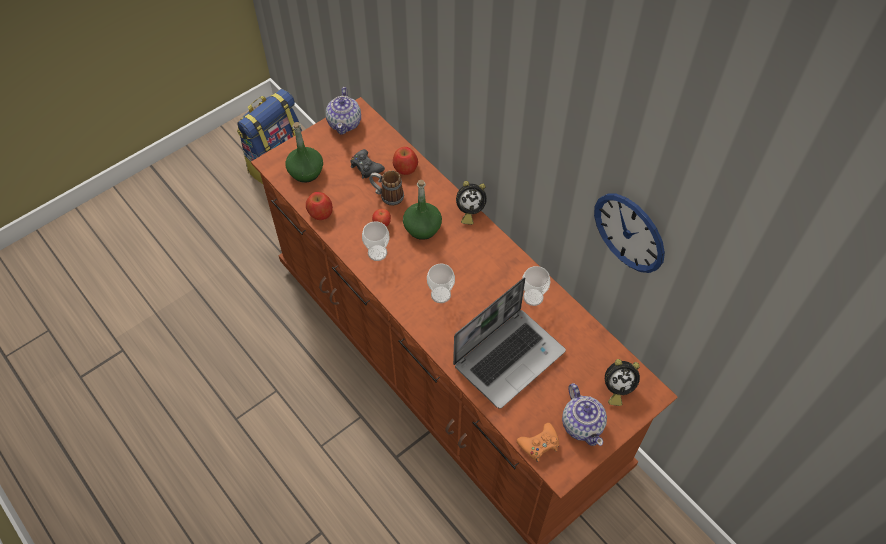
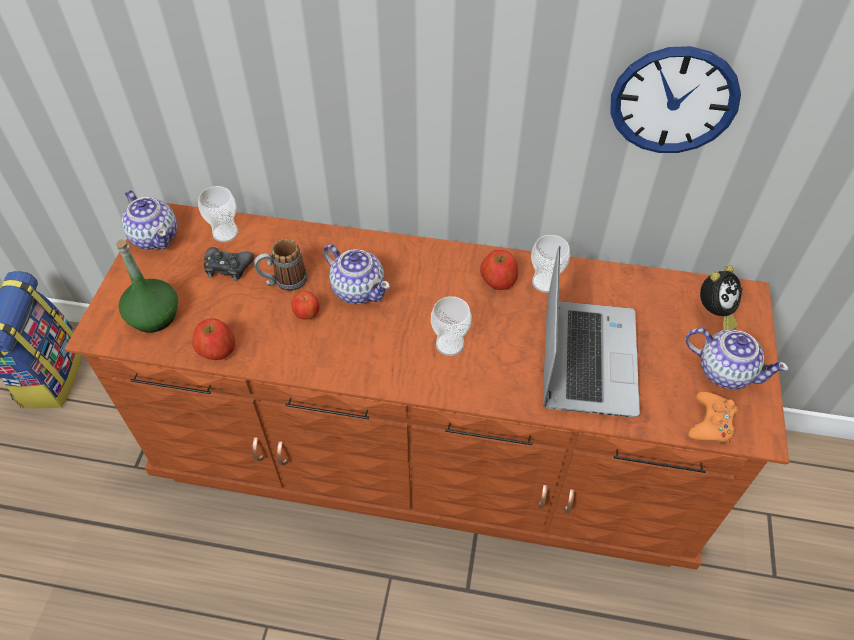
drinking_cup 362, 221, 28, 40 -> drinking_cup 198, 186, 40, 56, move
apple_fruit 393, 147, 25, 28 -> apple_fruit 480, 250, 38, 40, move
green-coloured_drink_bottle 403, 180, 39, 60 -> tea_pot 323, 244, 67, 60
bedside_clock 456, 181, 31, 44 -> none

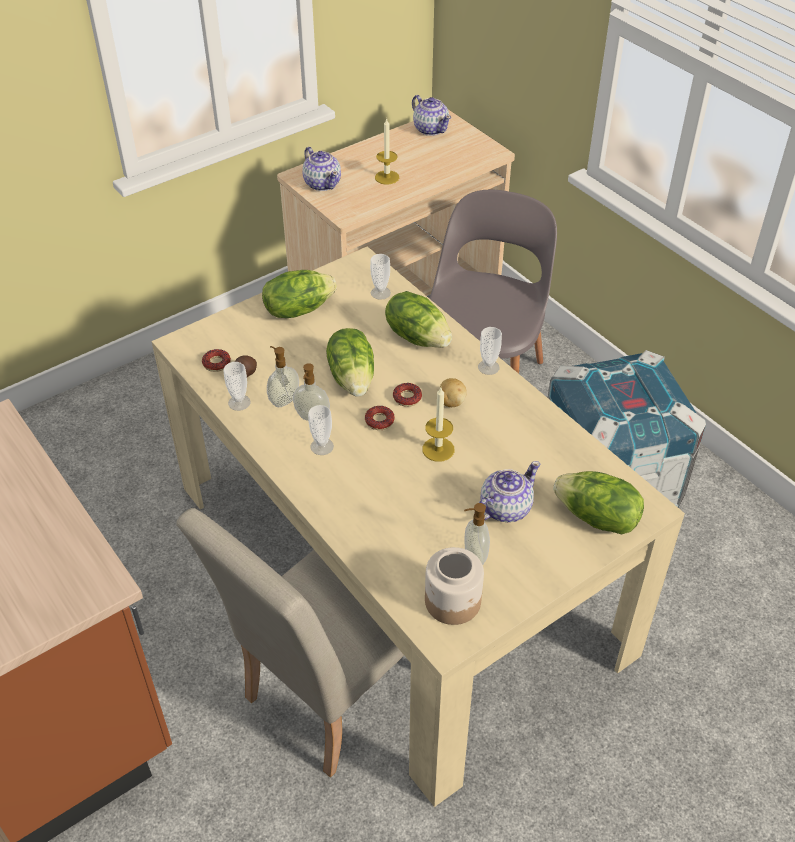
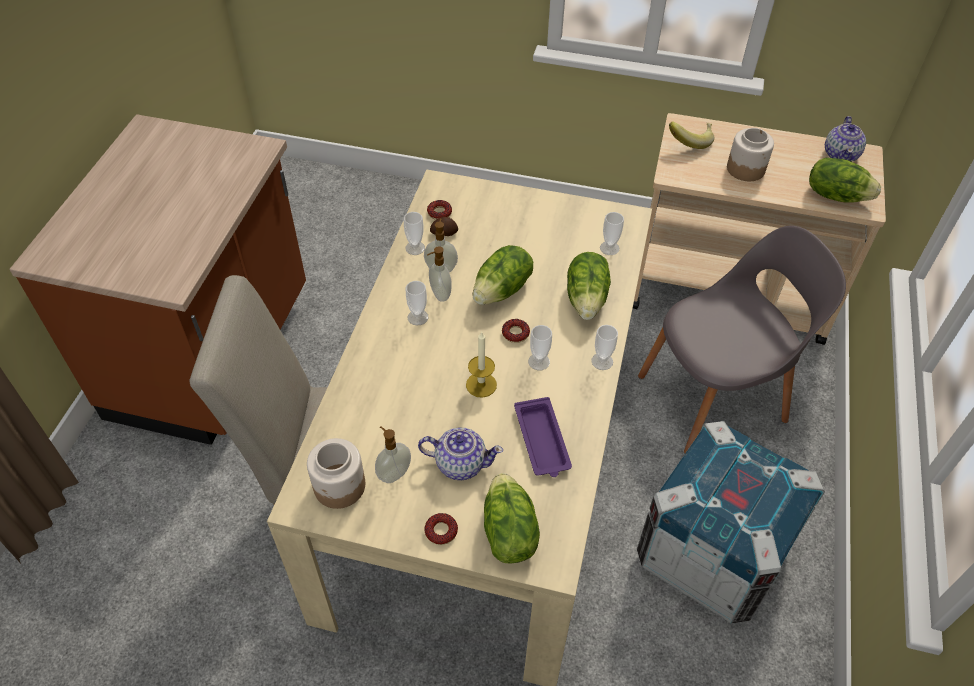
head_of_lettuce 262, 270, 75, 48 -> head_of_lettuce 809, 158, 72, 45, move
tea_pot 302, 147, 39, 44 -> banana 669, 121, 45, 28
donut 365, 406, 30, 24 -> donut 424, 513, 34, 32, move
candle 375, 118, 24, 67 -> jar 727, 128, 47, 53
whole_potato 440, 378, 27, 29 -> drinking_cup 528, 325, 24, 45
none -> purple_serving_tray 514, 397, 58, 80

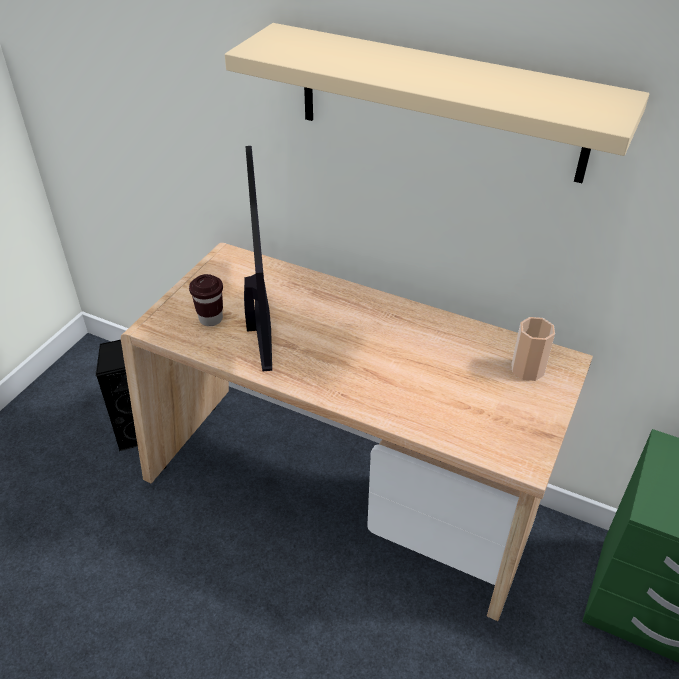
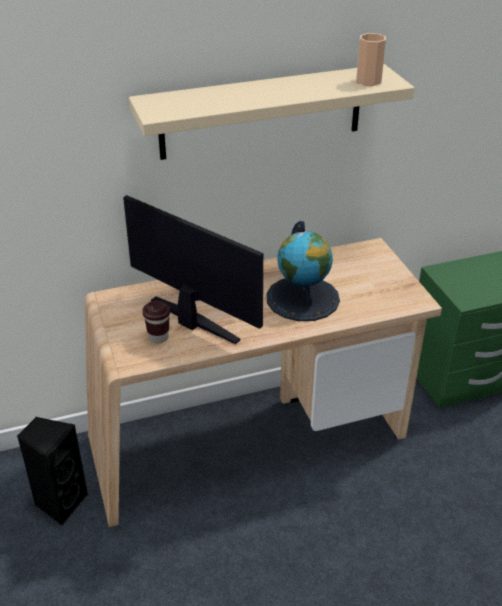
drinking_cup 512, 317, 43, 64 -> drinking_cup 356, 33, 30, 53, move
none -> desk_globe 266, 221, 74, 100

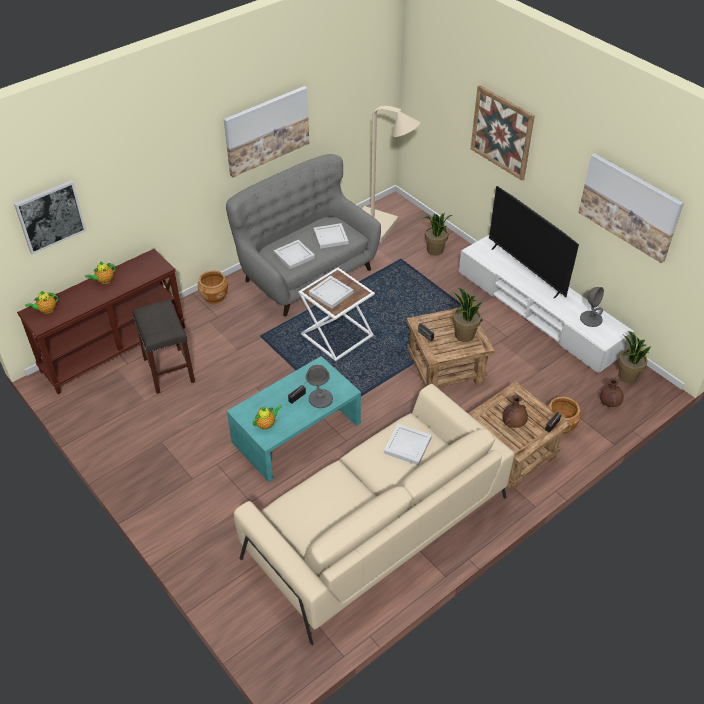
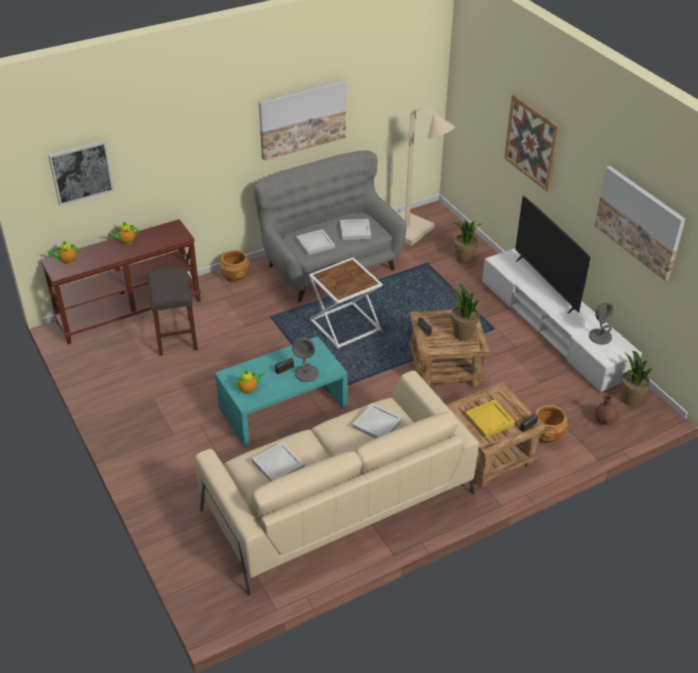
whitish_serving_tray 309, 276, 45, 33 -> whitish_serving_tray 252, 442, 53, 39, move
brown-coloured_vase 503, 395, 25, 33 -> yellow_serving_tray 465, 400, 50, 38

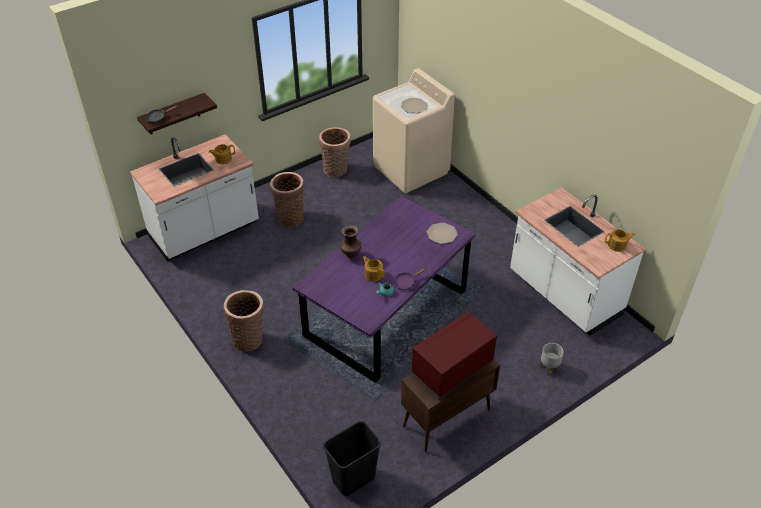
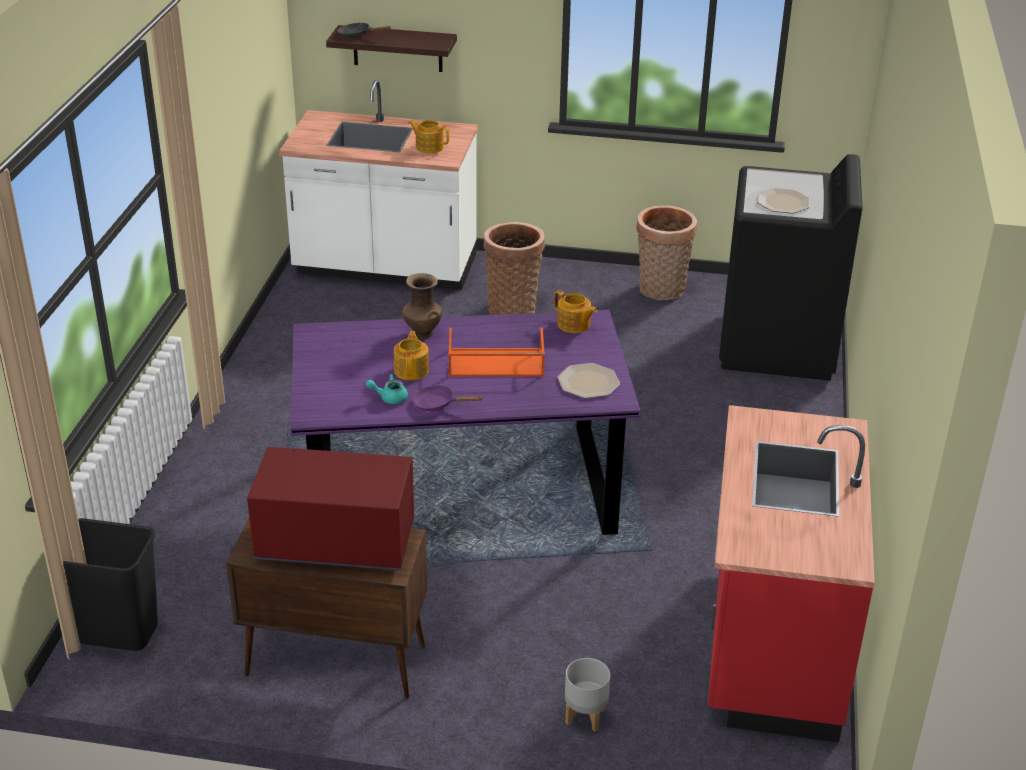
household_basket 223, 290, 41, 62 -> none
beige-coloured_washing_machine 373, 68, 82, 125 -> black-coloured_washing_machine 719, 154, 144, 227
whitish_counter 510, 187, 136, 149 -> red-coloured_counter 708, 405, 167, 337
tea_pot 605, 229, 30, 23 -> tea_pot 554, 290, 43, 43, move
none -> orangey_serving_tray 448, 328, 97, 49

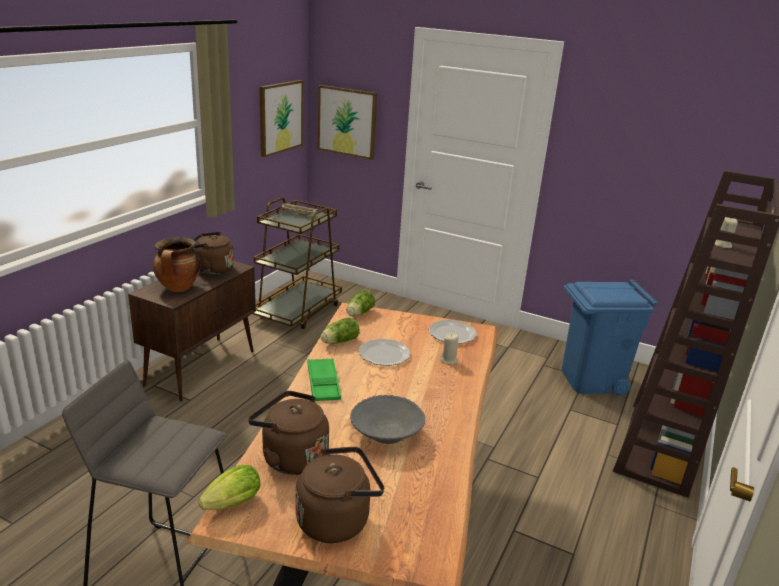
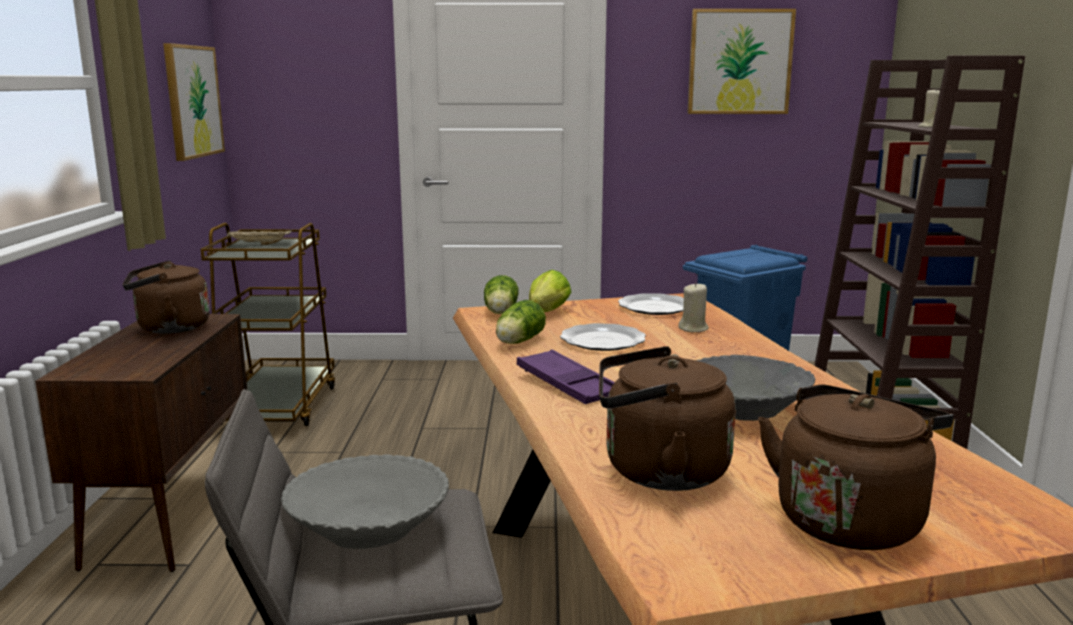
cooking_pot 153, 237, 48, 55 -> none
head_of_lettuce 198, 465, 62, 45 -> head_of_lettuce 529, 270, 42, 42, move
green-coloured_serving_tray 307, 358, 34, 43 -> purple_serving_tray 516, 349, 99, 55
picture 318, 85, 59, 75 -> picture 687, 9, 109, 105, move
none -> greyish_deep_dish 281, 454, 168, 95

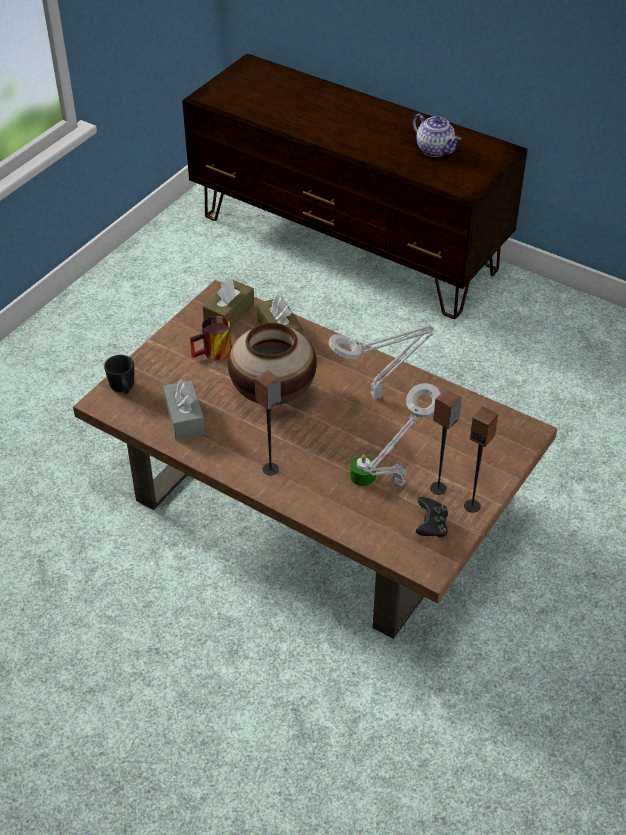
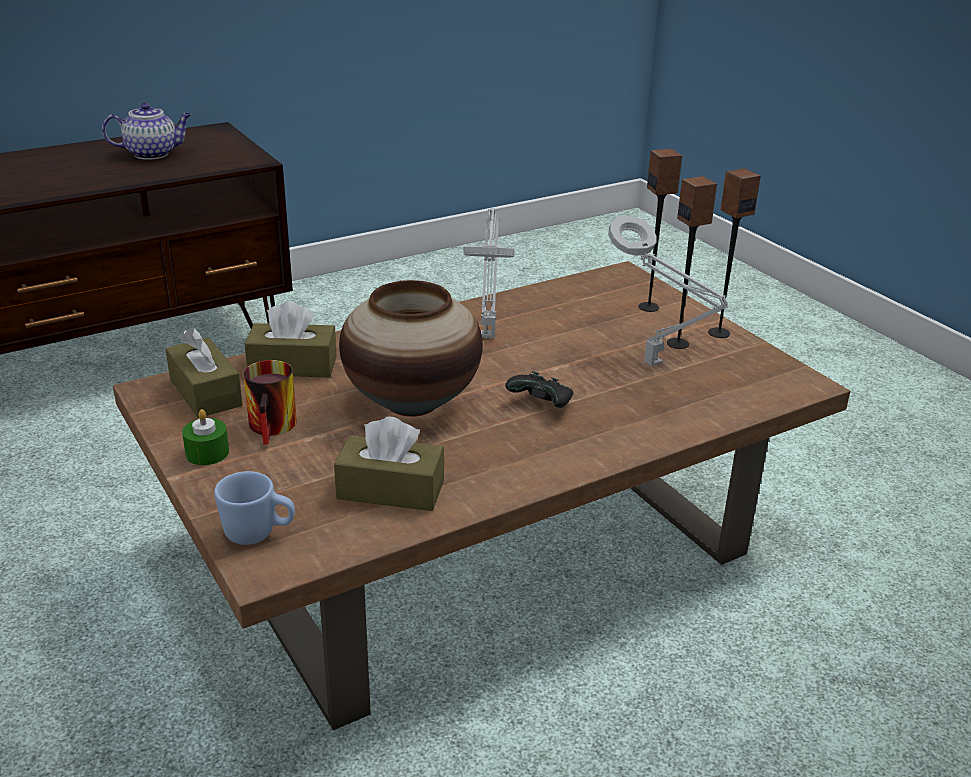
black-coloured_tea_mug 104, 355, 30, 39 -> bluish_tea_mug 214, 471, 81, 74
greyish_box_of_tissues 163, 379, 42, 61 -> brown-coloured_box_of_tissues 334, 417, 110, 94
audio_speaker 255, 370, 26, 105 -> audio_speaker 639, 149, 44, 163, move
green-coloured_candle 350, 455, 27, 31 -> green-coloured_candle 182, 409, 47, 56, move
black-coloured_joypad 416, 497, 32, 41 -> black-coloured_joypad 505, 371, 68, 37, move

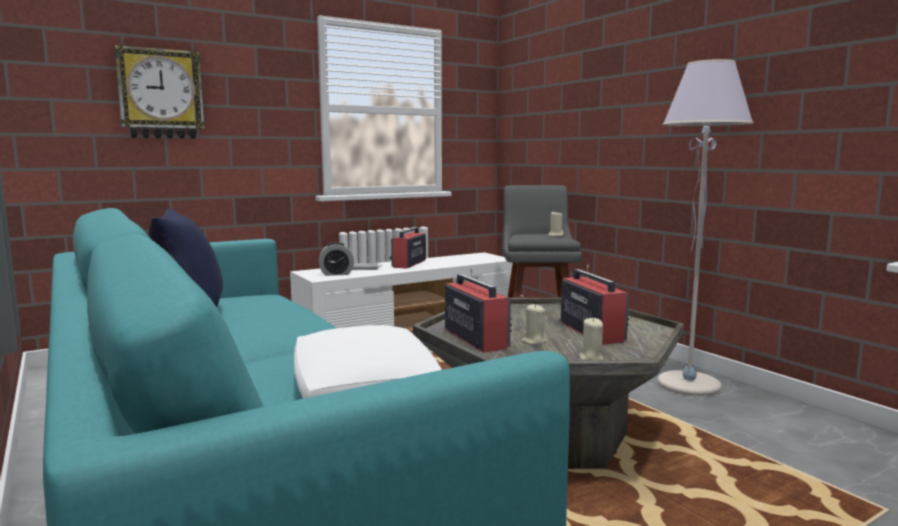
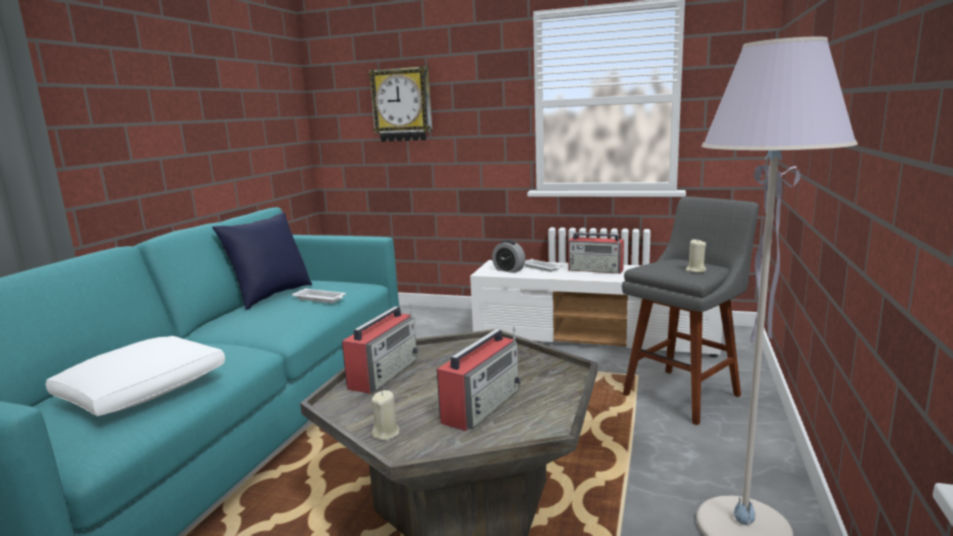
radio_set 389, 227, 37, 42 -> radio_set 568, 233, 56, 41, 135 degrees counterclockwise
beige-coloured_candle 521, 304, 26, 41 -> none
none -> whitish_serving_tray 292, 288, 54, 15

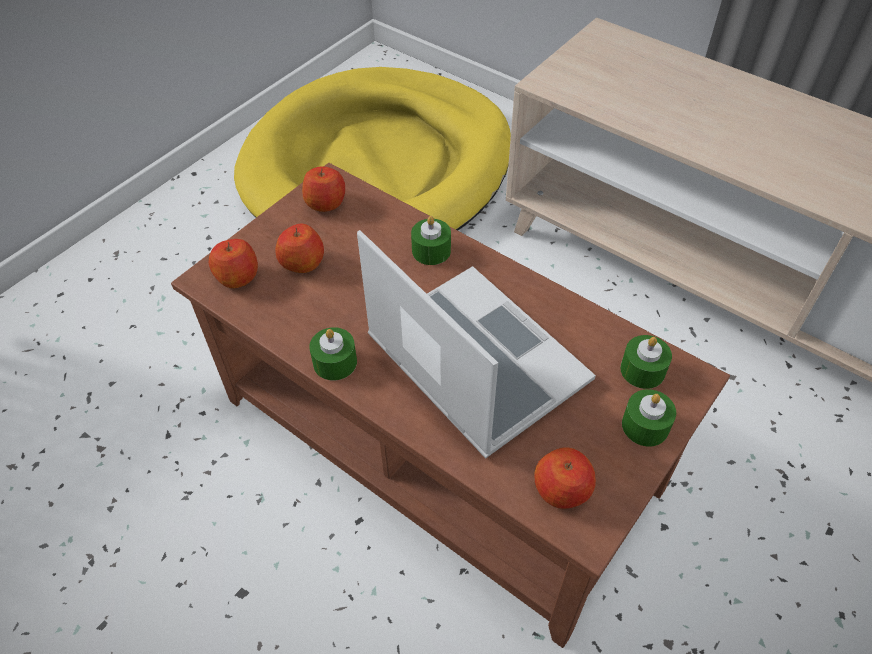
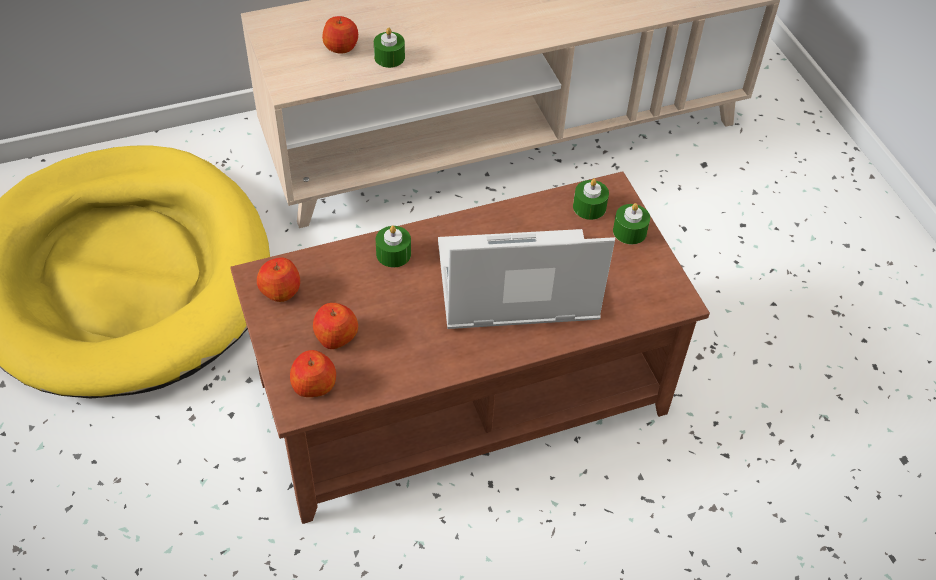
green-coloured_candle 309, 327, 48, 53 -> green-coloured_candle 374, 28, 31, 40, move
apple_fruit 534, 447, 62, 62 -> apple_fruit 322, 16, 36, 38, move

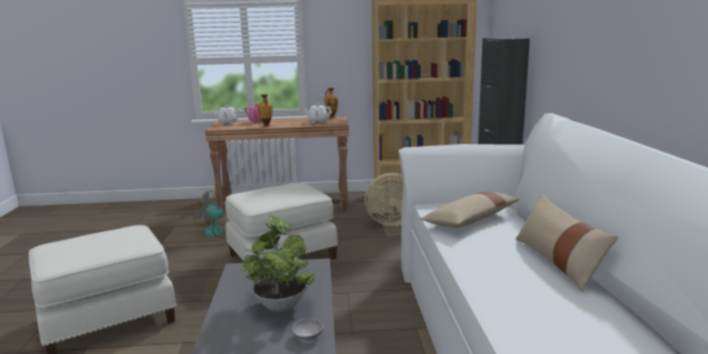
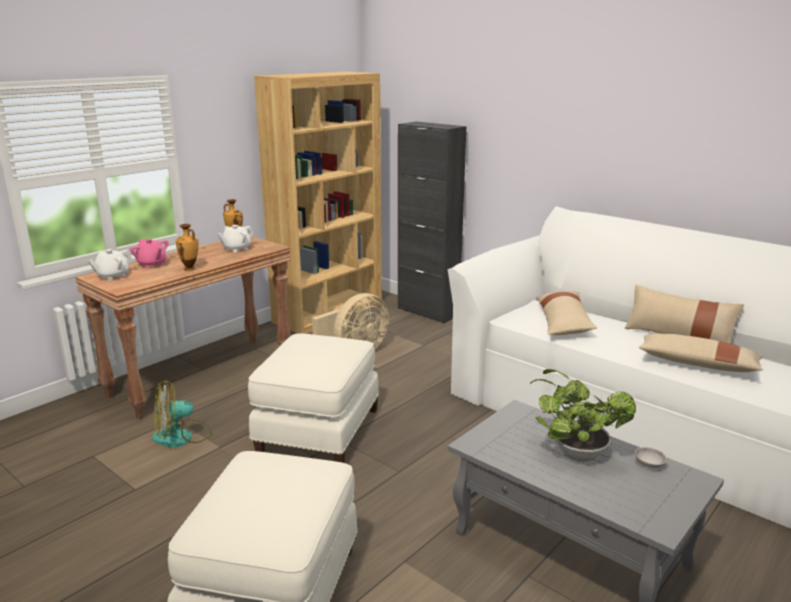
none -> beige-coloured_cushion 639, 333, 124, 39

